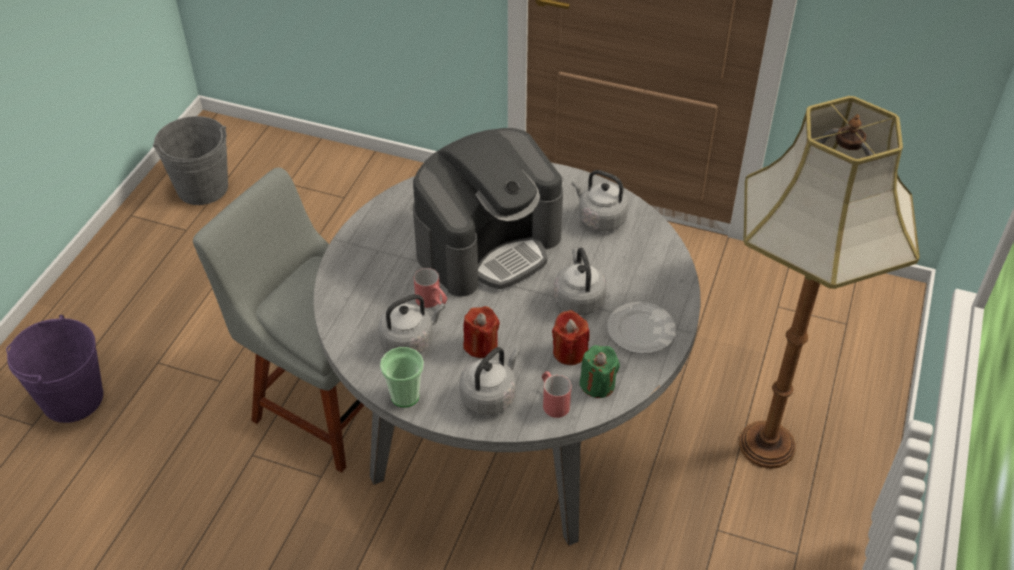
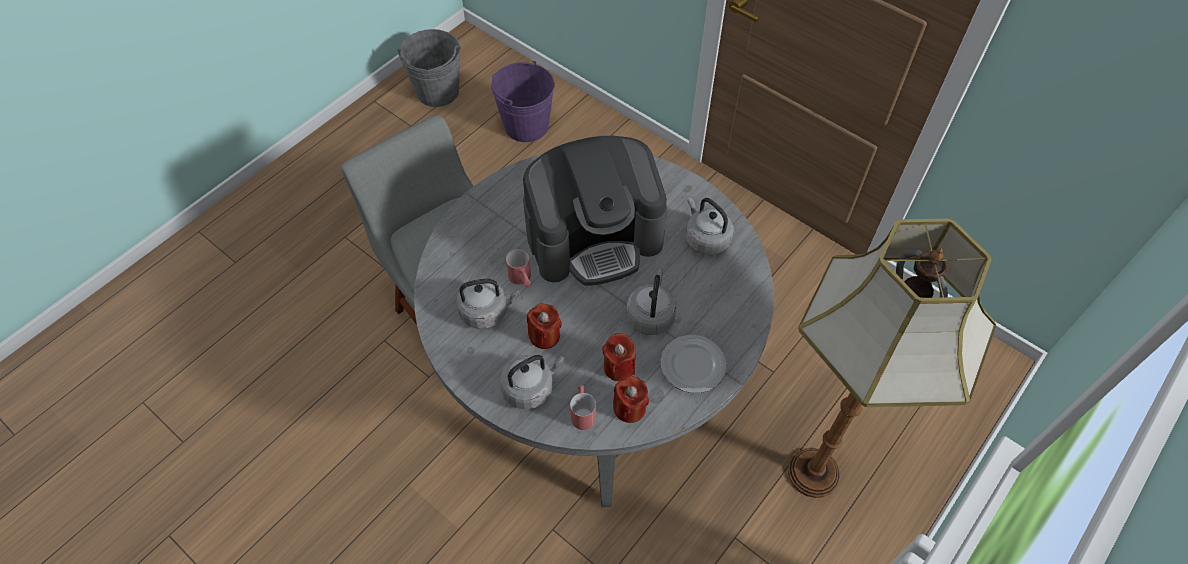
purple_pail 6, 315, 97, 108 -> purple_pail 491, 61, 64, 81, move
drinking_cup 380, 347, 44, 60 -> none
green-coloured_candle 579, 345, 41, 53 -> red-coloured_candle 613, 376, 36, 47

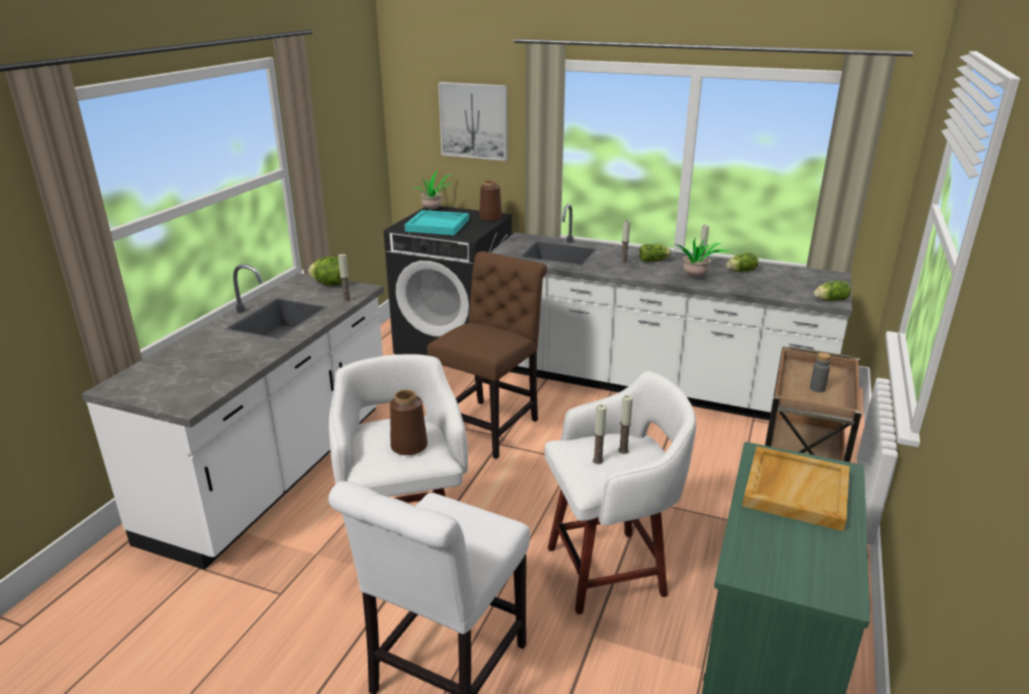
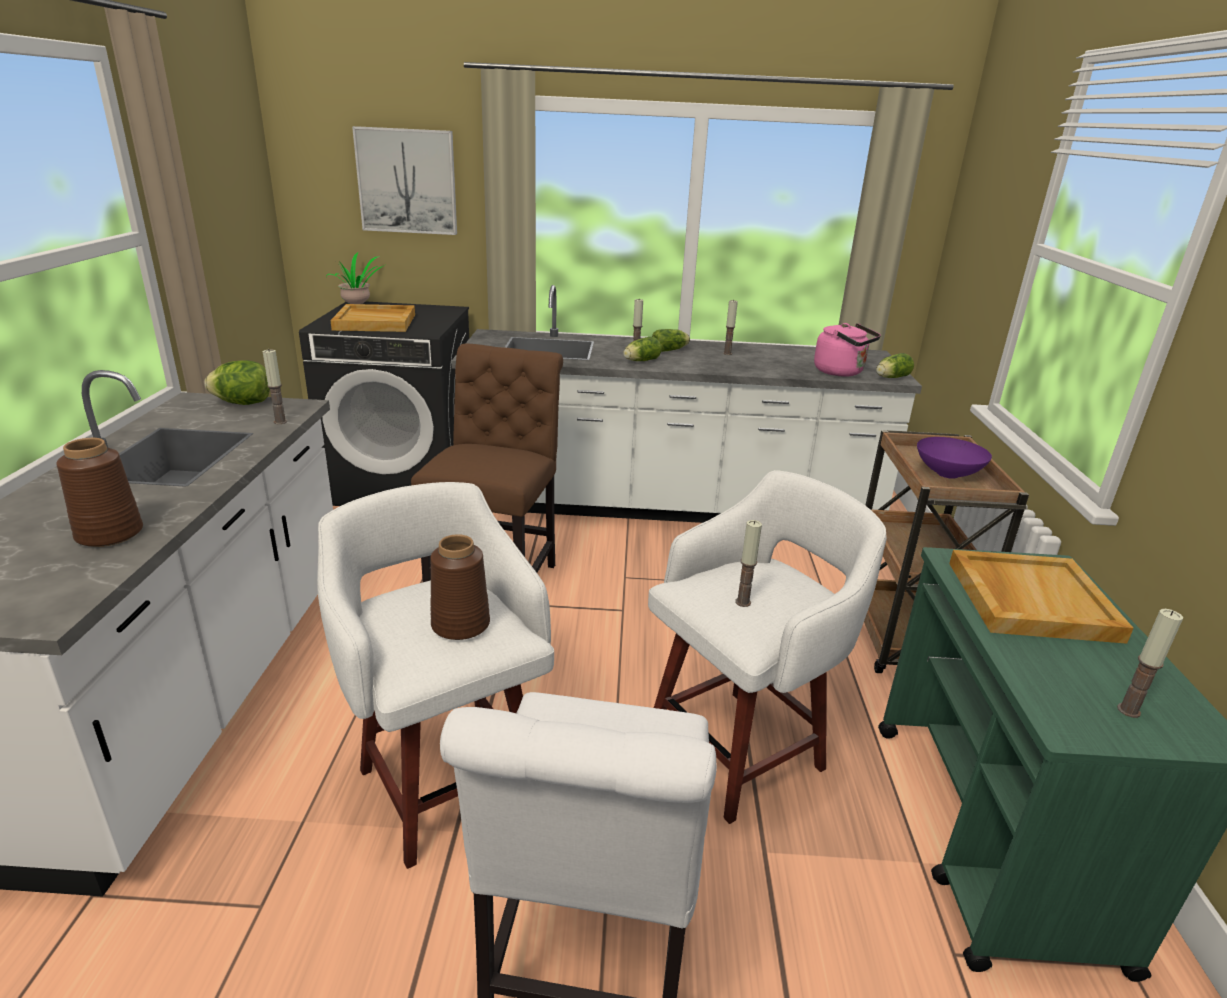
turquoise-coloured_serving_tray 404, 210, 65, 25 -> beige-coloured_serving_tray 330, 304, 85, 28
brown-coloured_vase 479, 180, 23, 41 -> brown-coloured_vase 56, 438, 87, 109, move
candle 618, 395, 15, 59 -> candle 1117, 609, 66, 109, move
houseplant 674, 238, 57, 39 -> none
head_of_lettuce 726, 253, 32, 19 -> head_of_lettuce 623, 337, 39, 24, move
greyish_drink_bottle 810, 352, 21, 40 -> purple_deep_dish 917, 437, 75, 42
none -> pink-coloured_kettle 814, 323, 67, 54

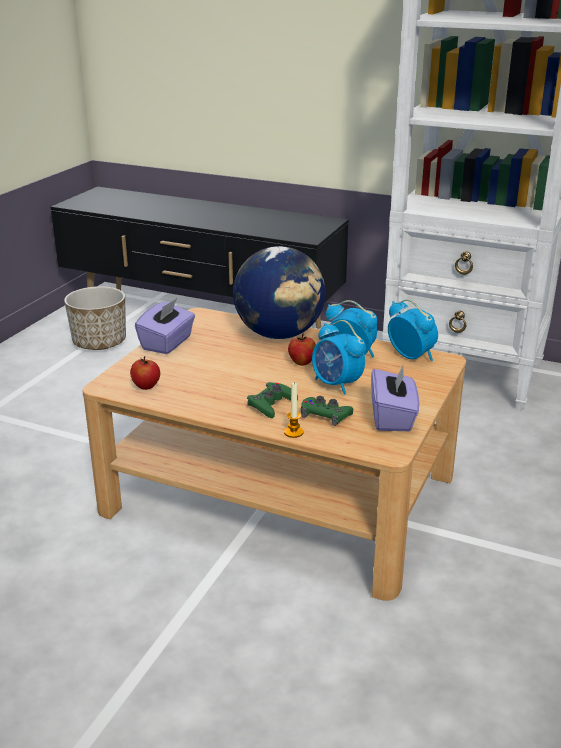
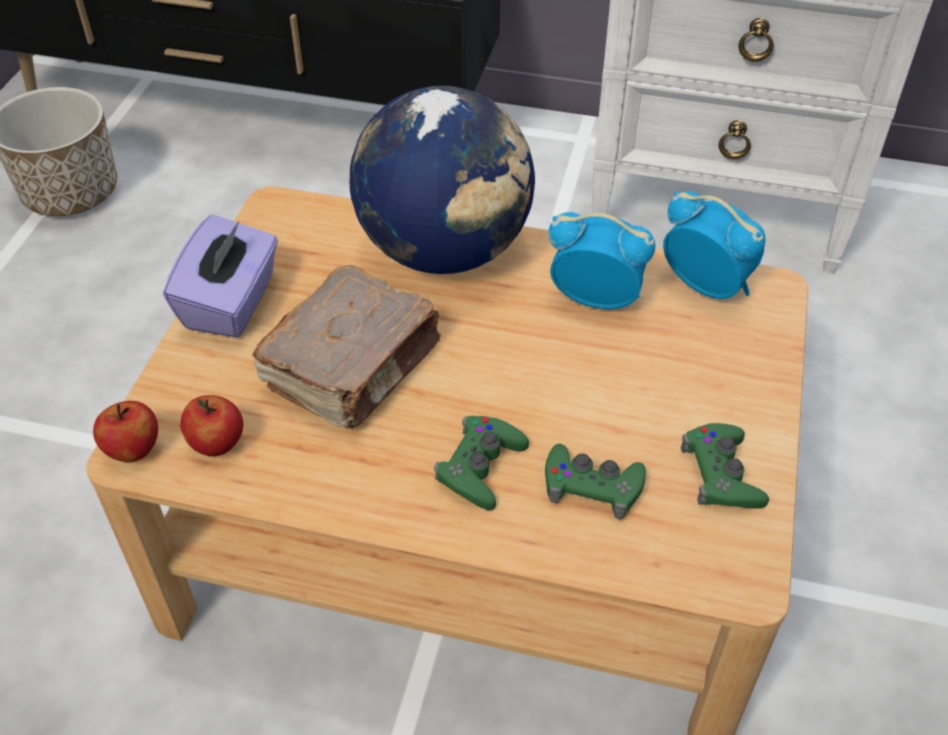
candle 284, 382, 20, 56 -> none
apple_fruit 288, 333, 28, 33 -> apple_fruit 93, 401, 65, 61, move
bedside_clock 312, 320, 54, 75 -> none
purple_box_of_tissues 371, 364, 48, 67 -> green-coloured_joypad 681, 423, 88, 86
none -> brown-coloured_volume 252, 265, 189, 164

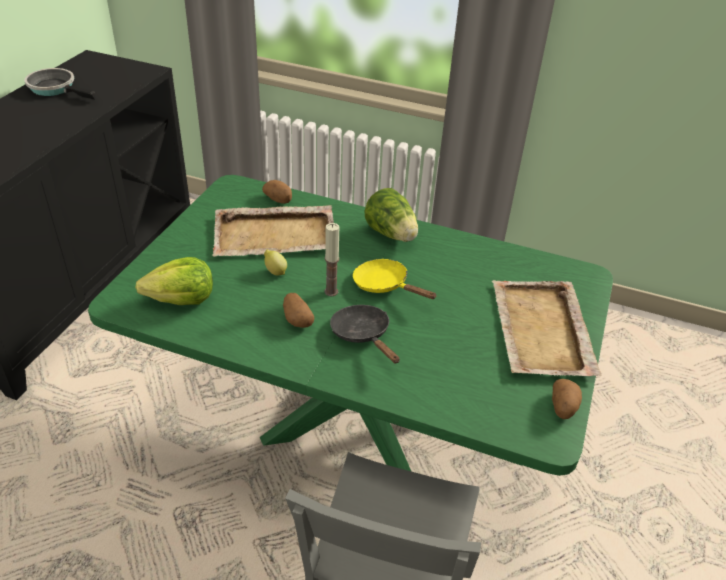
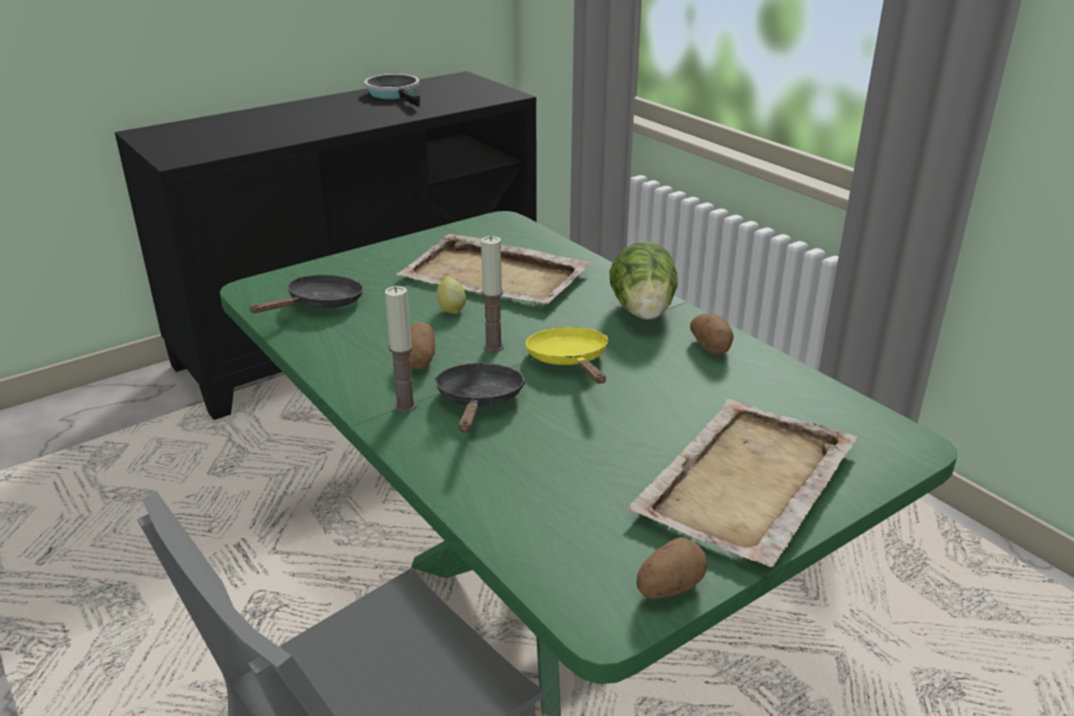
head_of_lettuce 135, 257, 78, 48 -> black-coloured_skillet 249, 275, 115, 38
whole_potato 262, 180, 30, 24 -> whole_potato 690, 313, 44, 42, move
none -> candle 385, 286, 32, 127

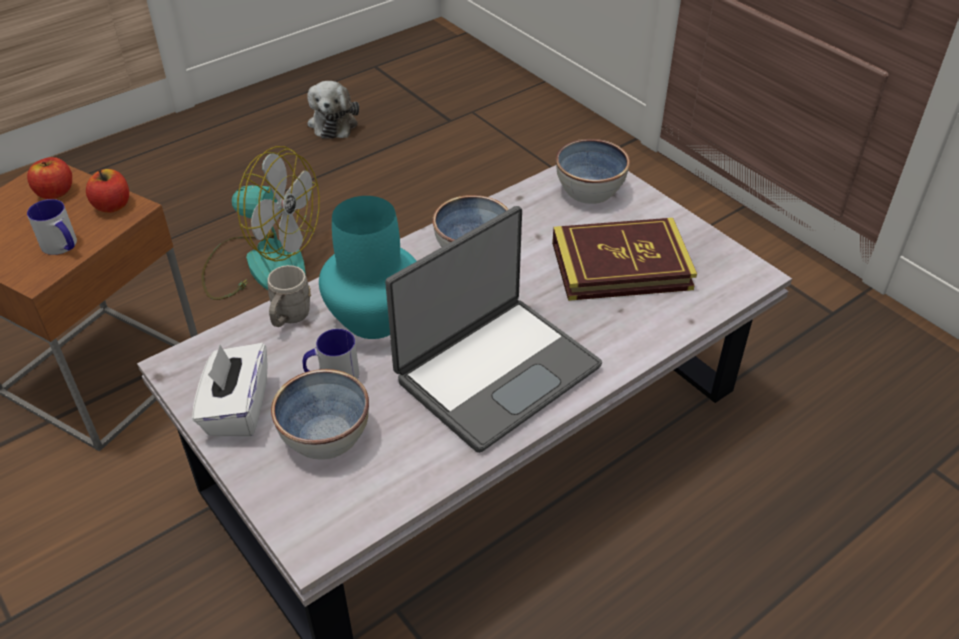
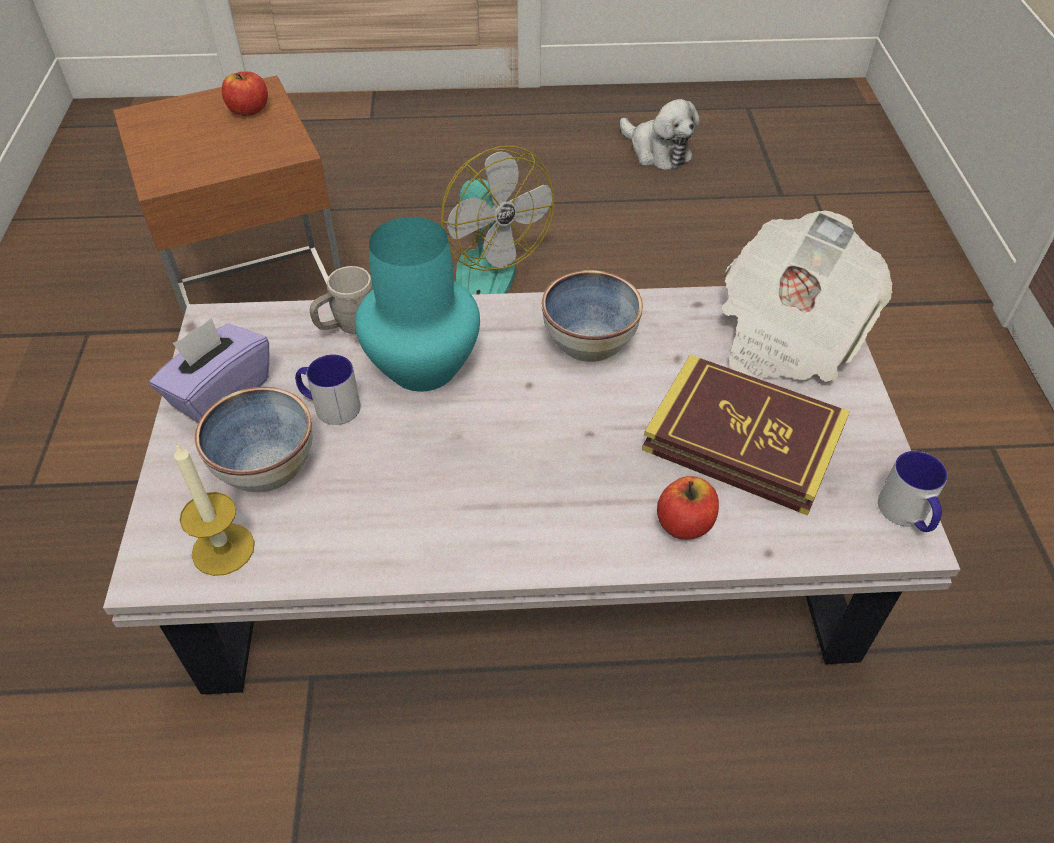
tea_mug 27, 199, 50, 56 -> tea_mug 878, 451, 69, 81, move
apple_fruit 86, 169, 43, 44 -> apple_fruit 657, 476, 62, 64, move
whitish_box_of_tissues 192, 343, 76, 94 -> purple_box_of_tissues 149, 318, 121, 105
cuddly_toy 307, 81, 52, 58 -> cuddly_toy 620, 99, 80, 71, 75 degrees counterclockwise
notebook_computer 385, 206, 217, 247 -> none
deep_dish 556, 139, 74, 65 -> printed_paper 721, 210, 172, 172
none -> candle 174, 443, 81, 133

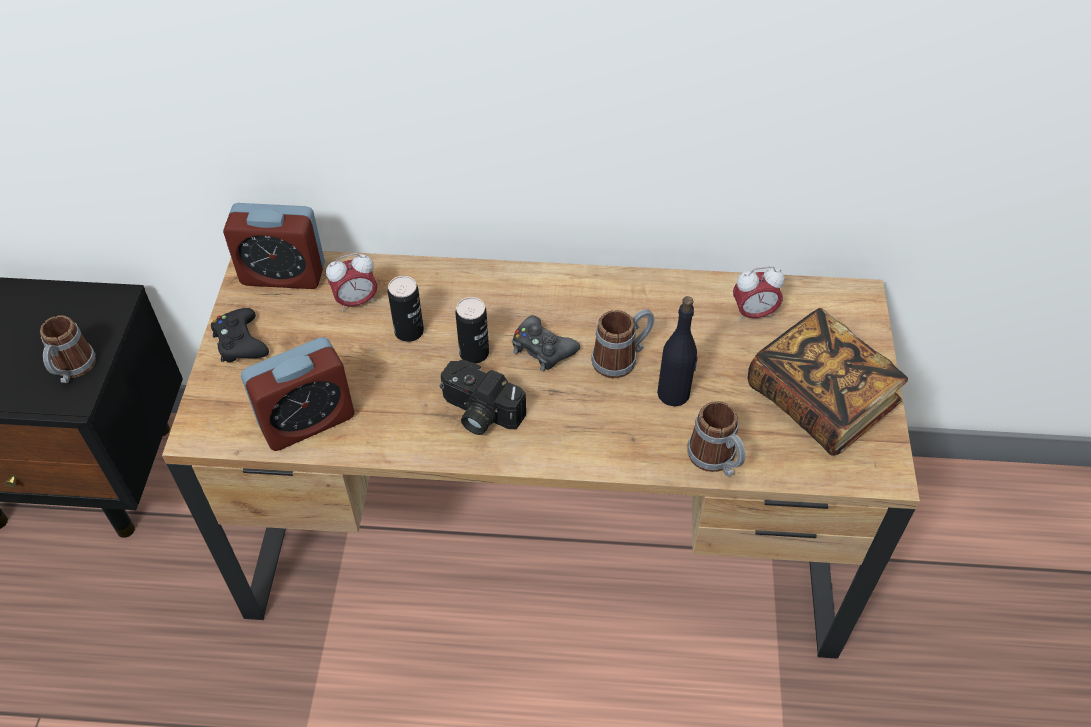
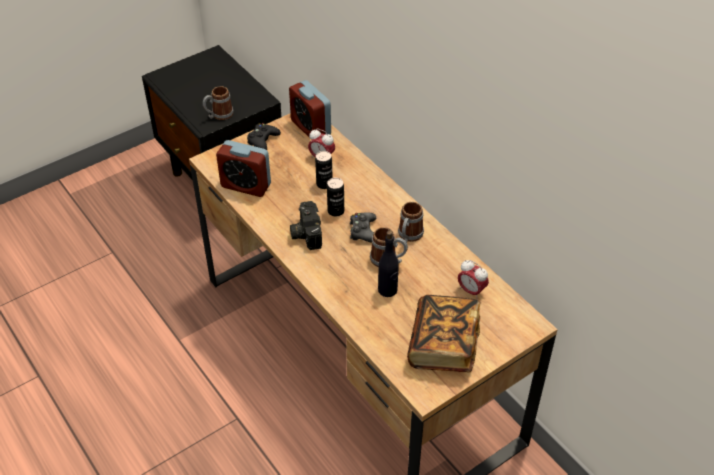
tea_mug 687, 401, 59, 76 -> tea_mug 398, 202, 26, 40, move

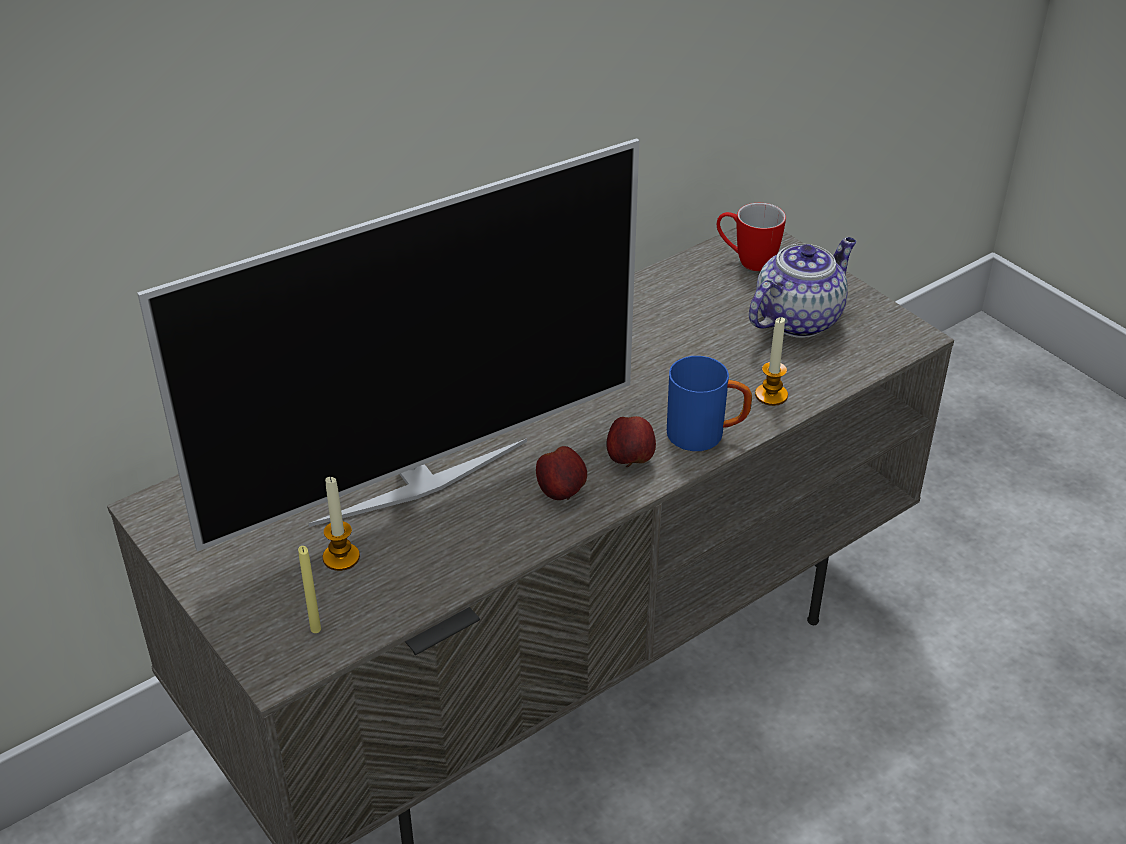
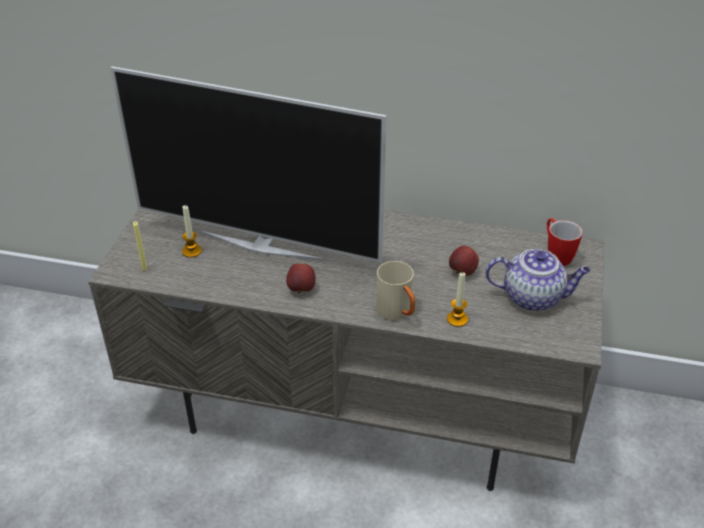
apple_fruit 606, 416, 50, 51 -> apple_fruit 449, 246, 30, 30, move
bluish_tea_mug 667, 356, 85, 95 -> beige-coloured_tea_mug 377, 261, 38, 59

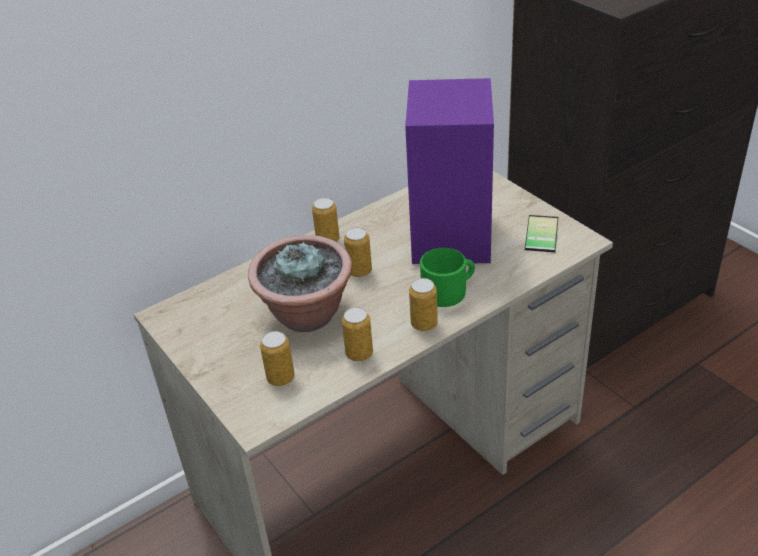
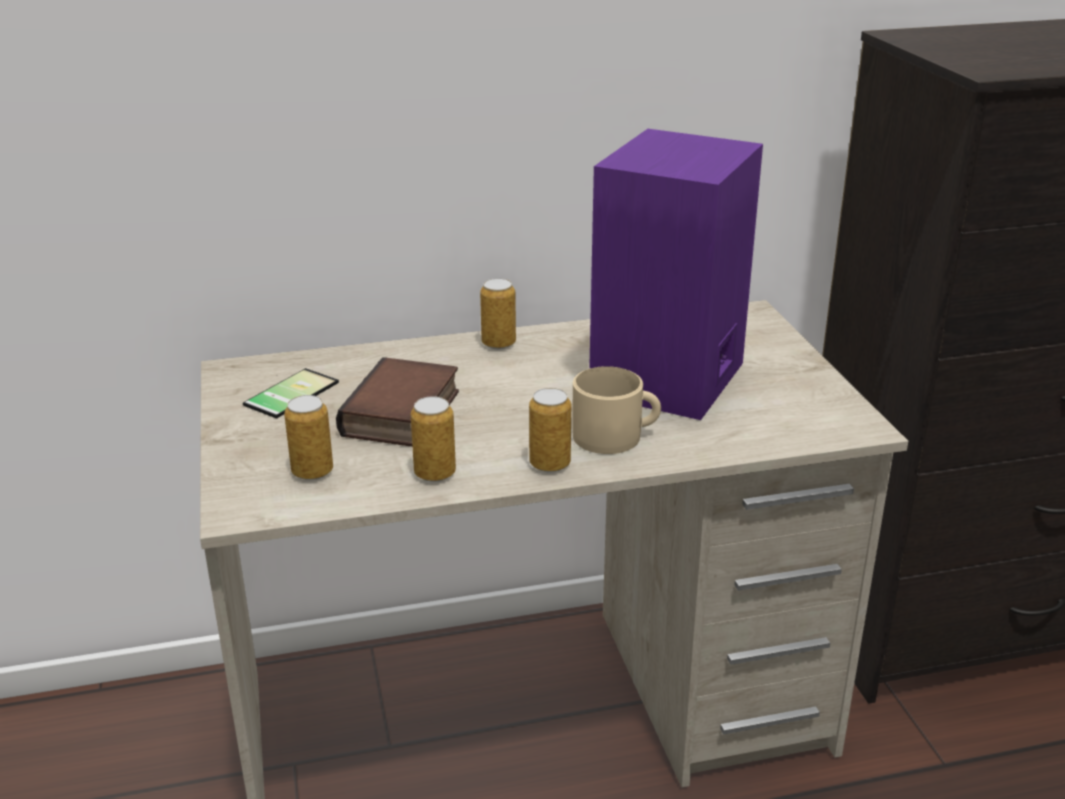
houseplant 248, 235, 104, 97 -> volume 336, 357, 123, 90
can 344, 227, 28, 50 -> none
green-coloured_tea_mug 420, 248, 55, 59 -> beige-coloured_tea_mug 572, 366, 89, 88
handset 525, 215, 33, 37 -> handset 243, 368, 96, 51, move

